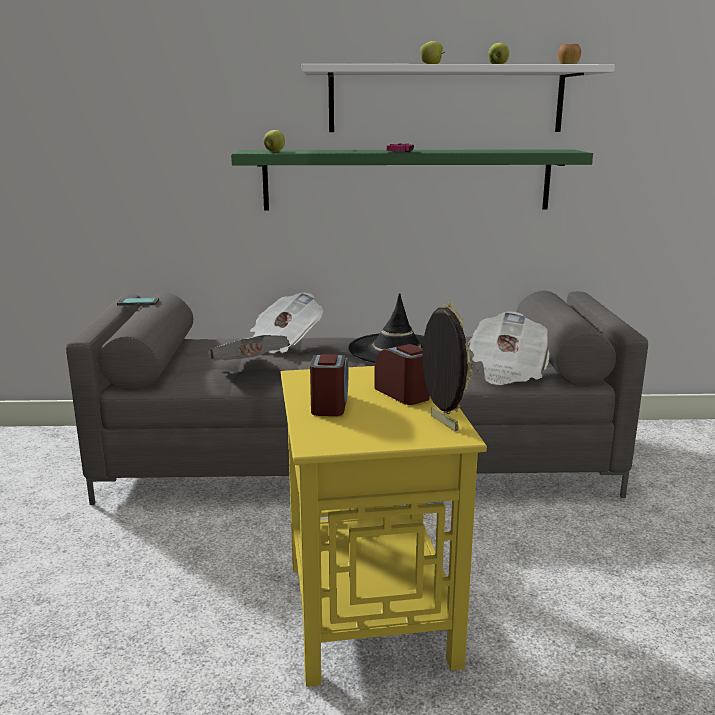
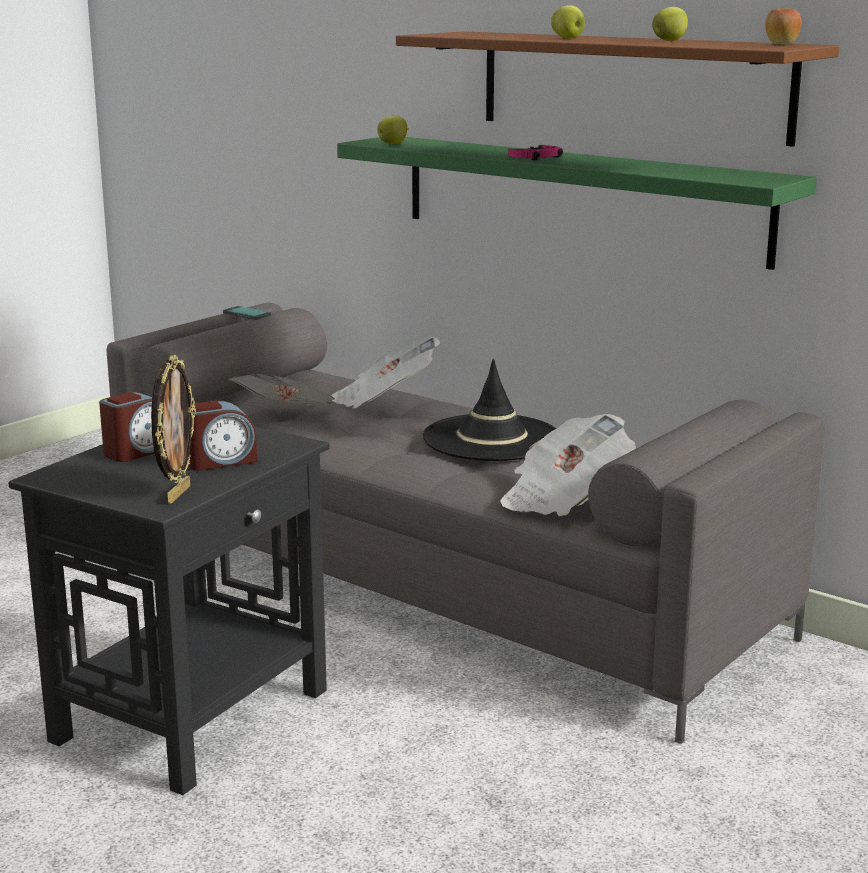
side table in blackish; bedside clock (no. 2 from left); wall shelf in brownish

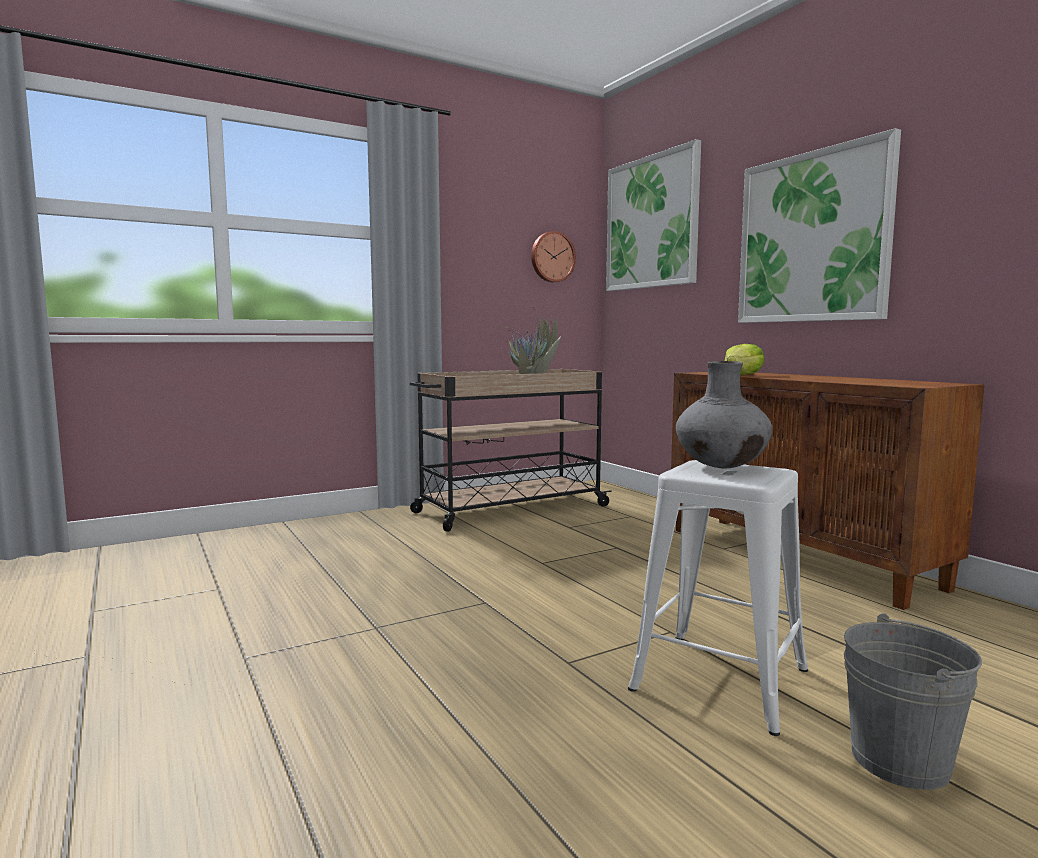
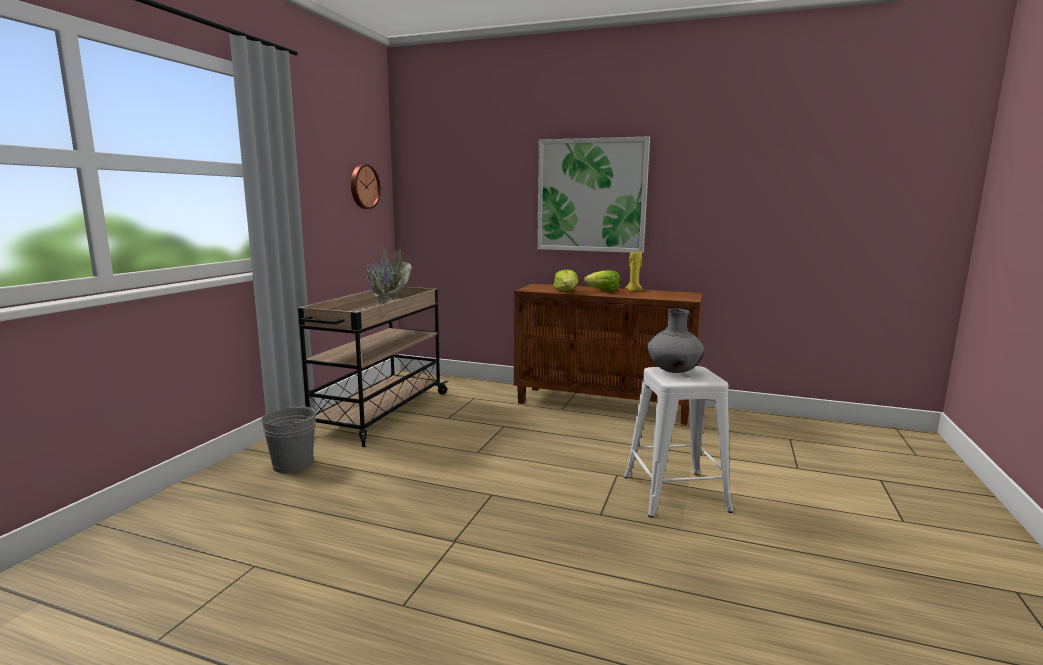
pail in grey; lettuce head (no. 2 from left); candle in yellow-coloured; wall art (no. 1 from left in the first image)

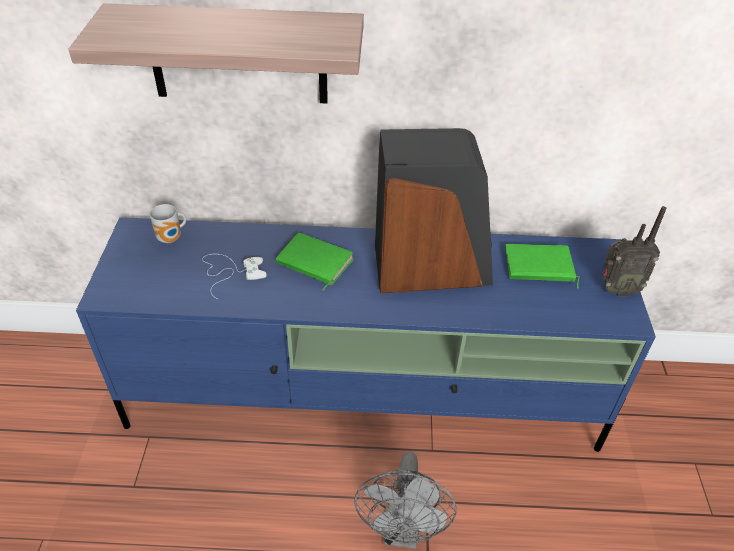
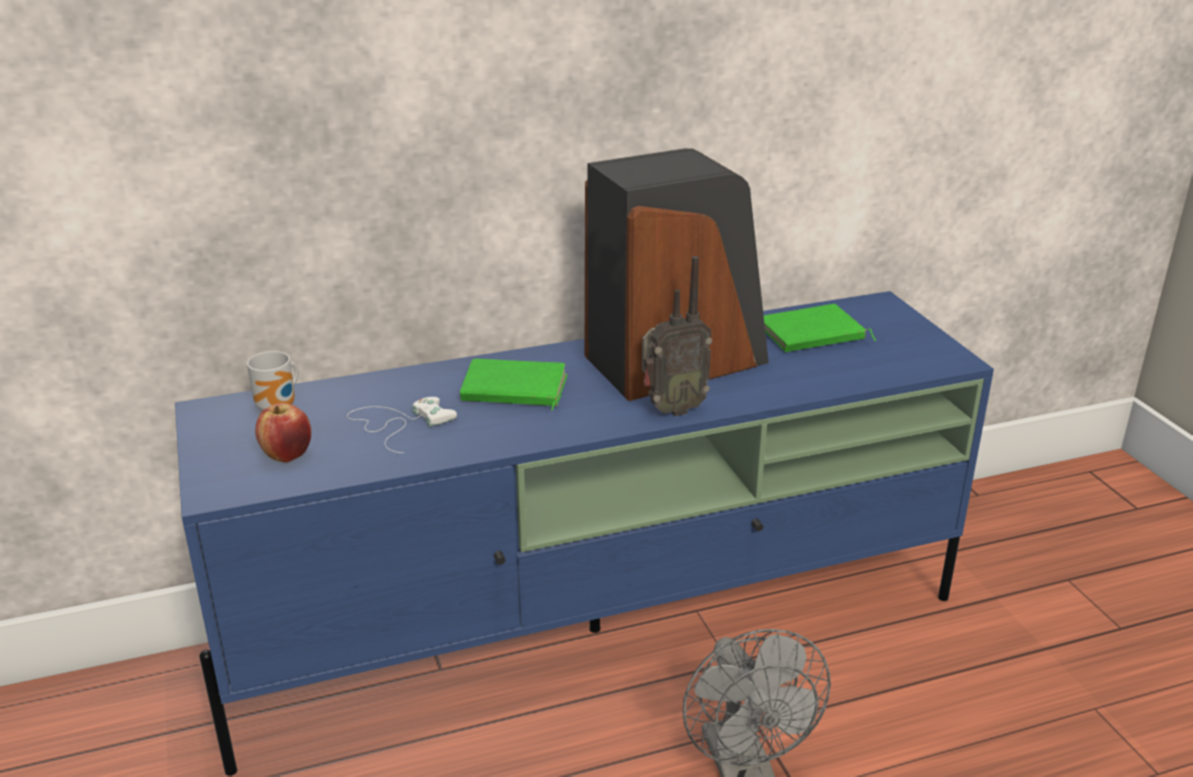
whole apple; radio receiver; wall shelf

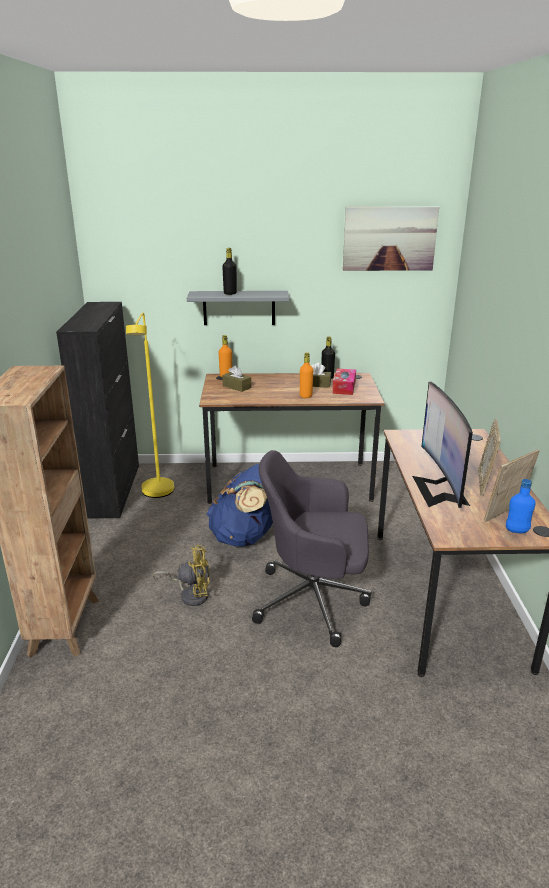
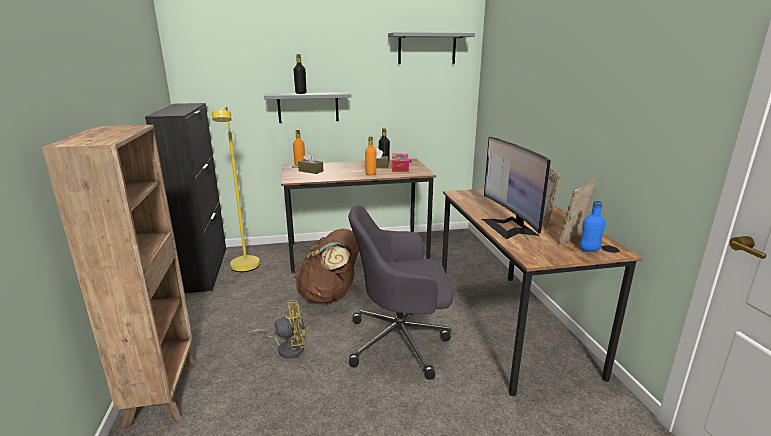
rucksack in brownish; wall shelf in grey (no. 2 from left)

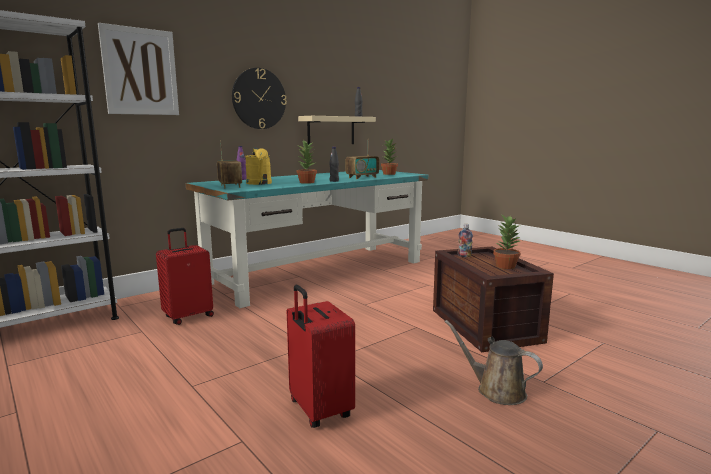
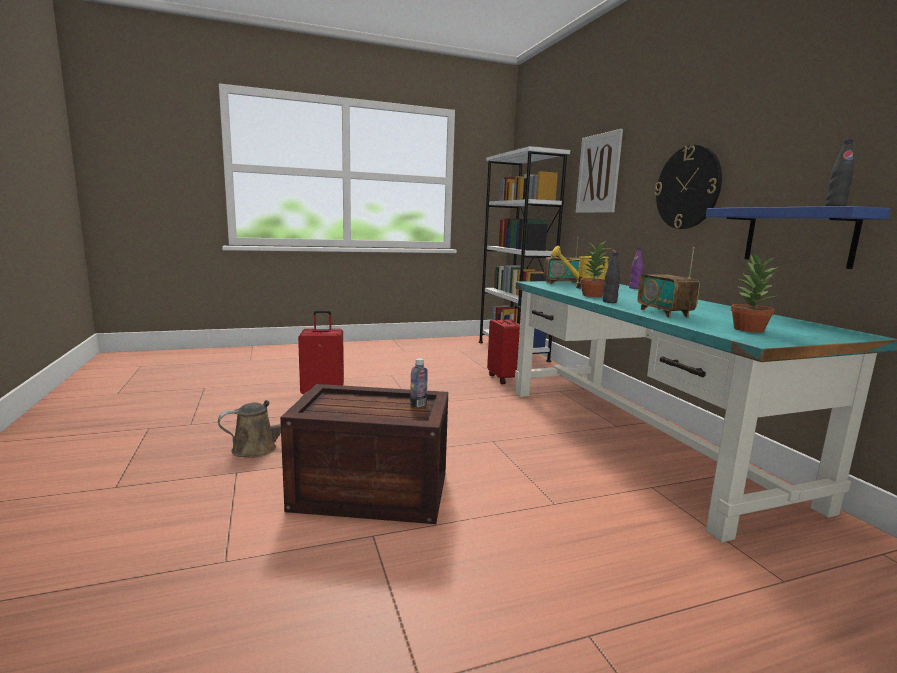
wall shelf in bluish; plant in a pot (no. 3 from left in the first image)

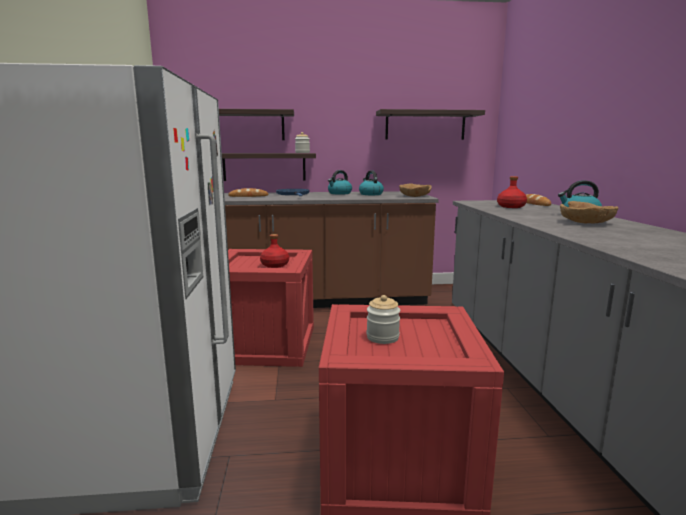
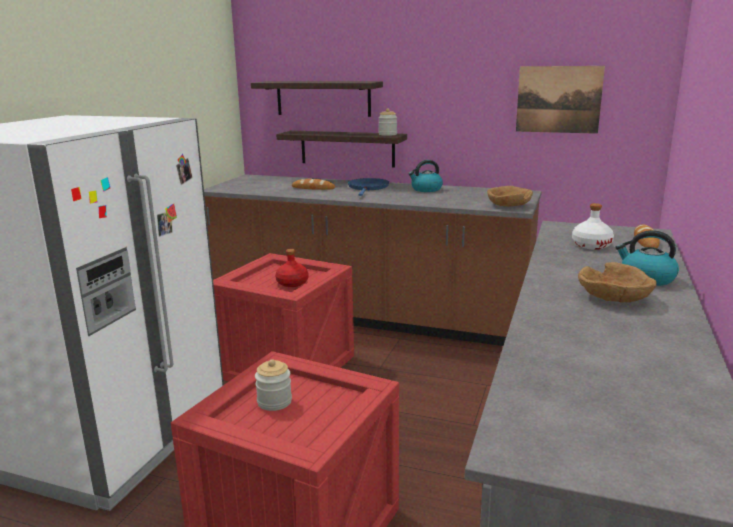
wall art; bottle in whitish; water kettle (no. 2 from left in the first image)

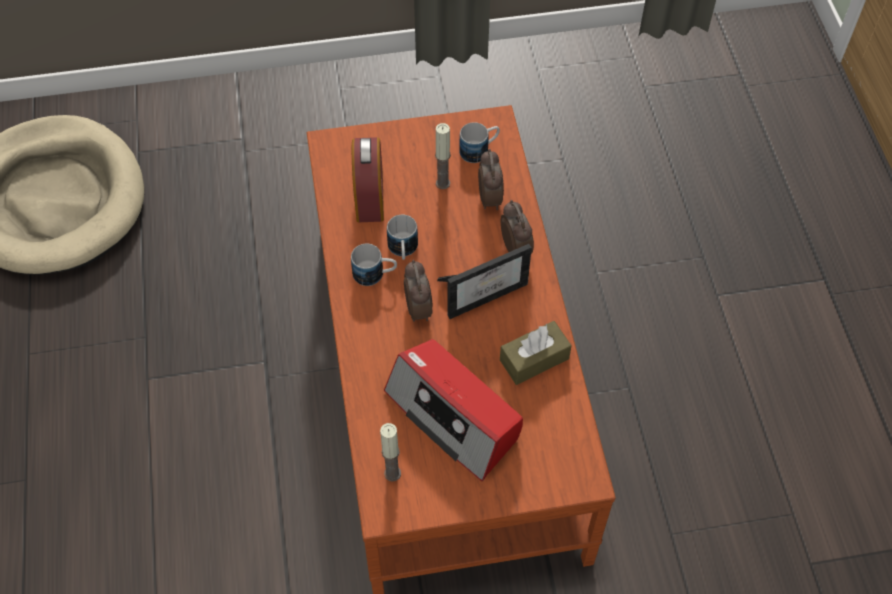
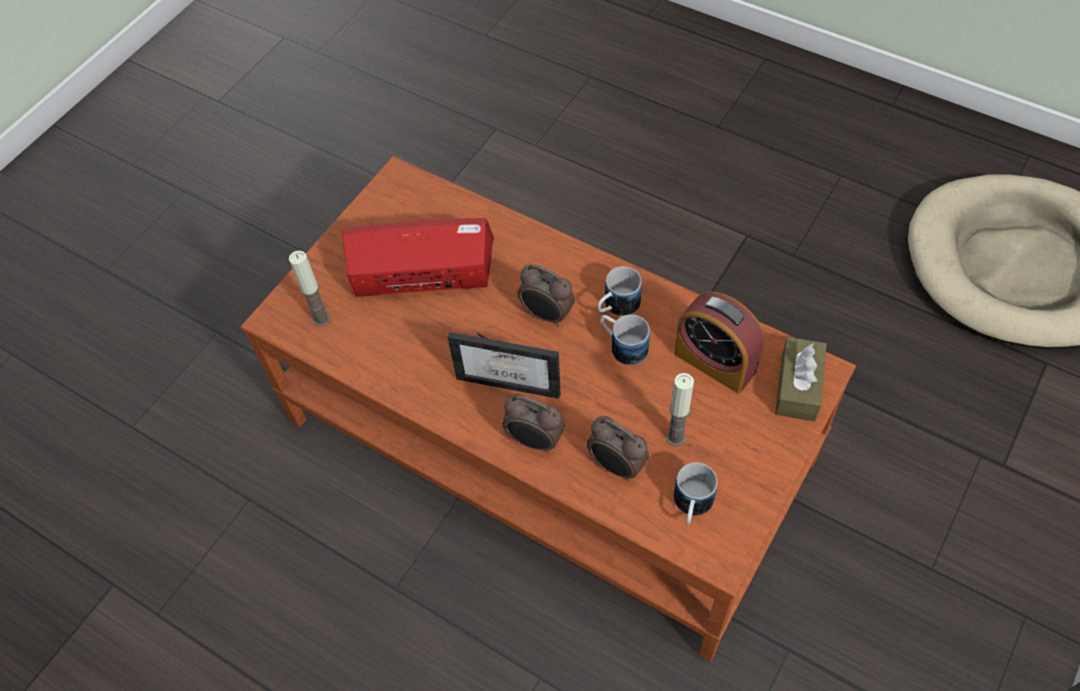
candle (no. 1 from left); photo frame; tissue holder in brownish

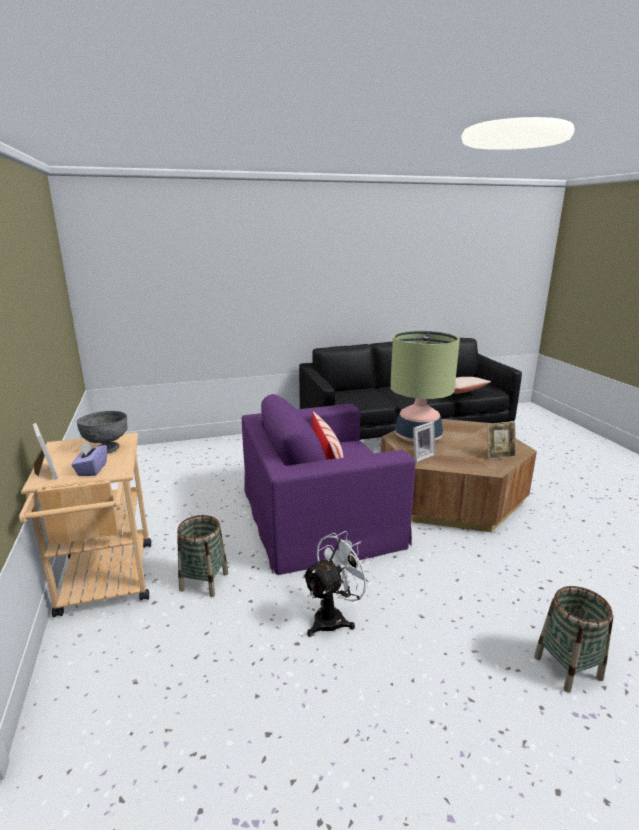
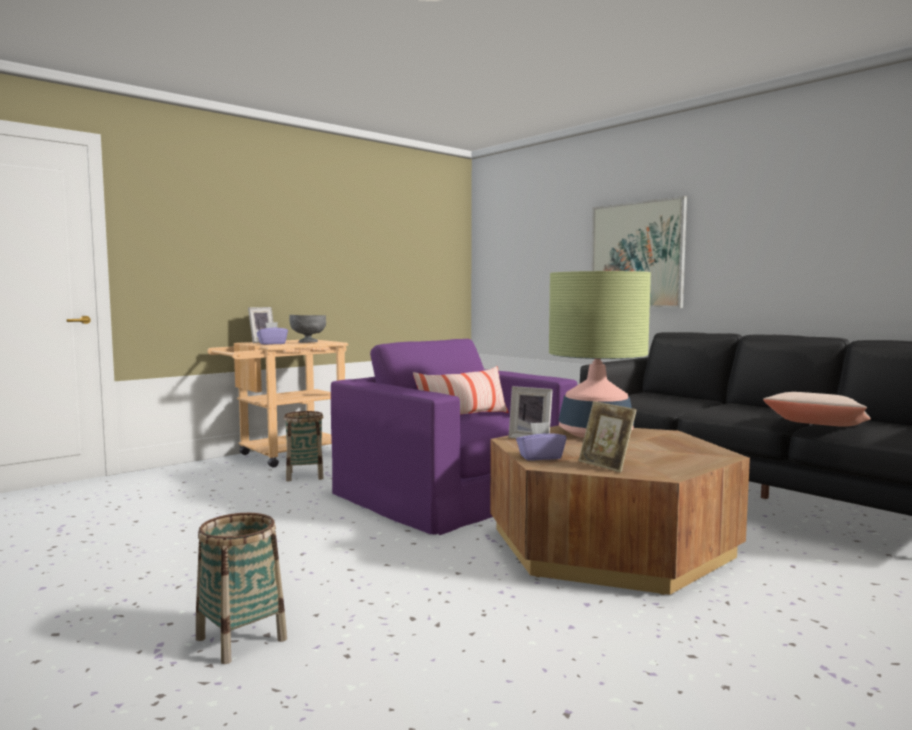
tissue holder in purple (no. 2 from left); wall art; electric fan in whitish

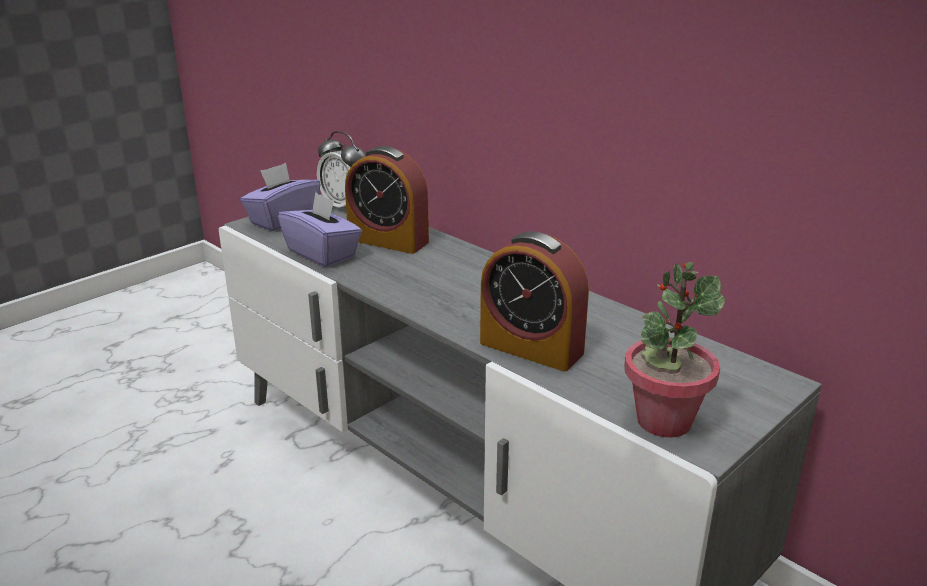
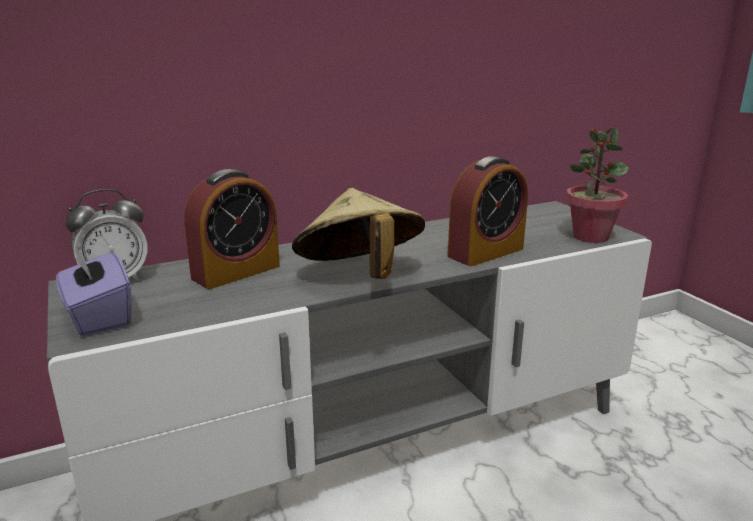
clothing hat in beige-coloured; tissue holder in purple (no. 2 from left in the first image)

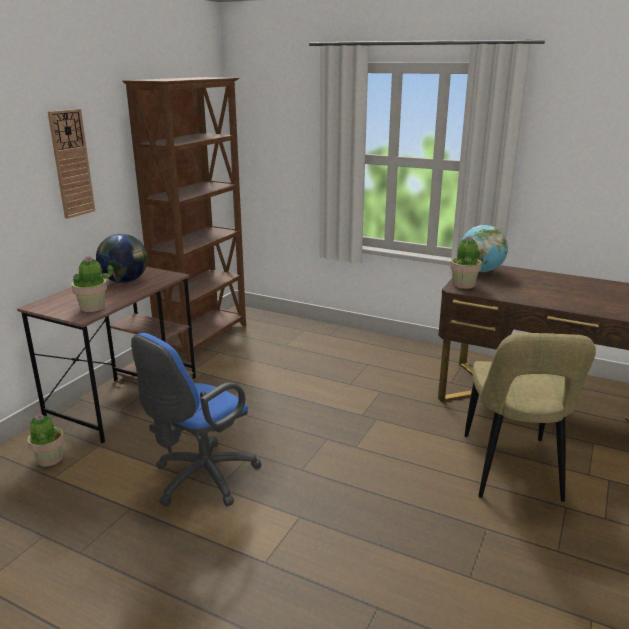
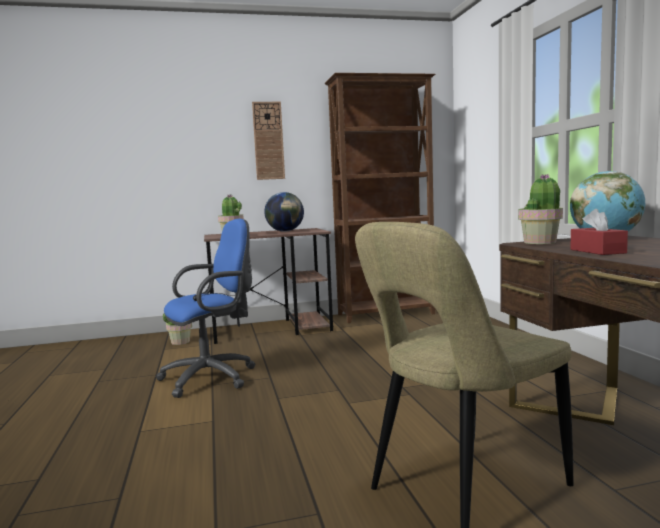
computer chair in bluish; tissue holder in red

